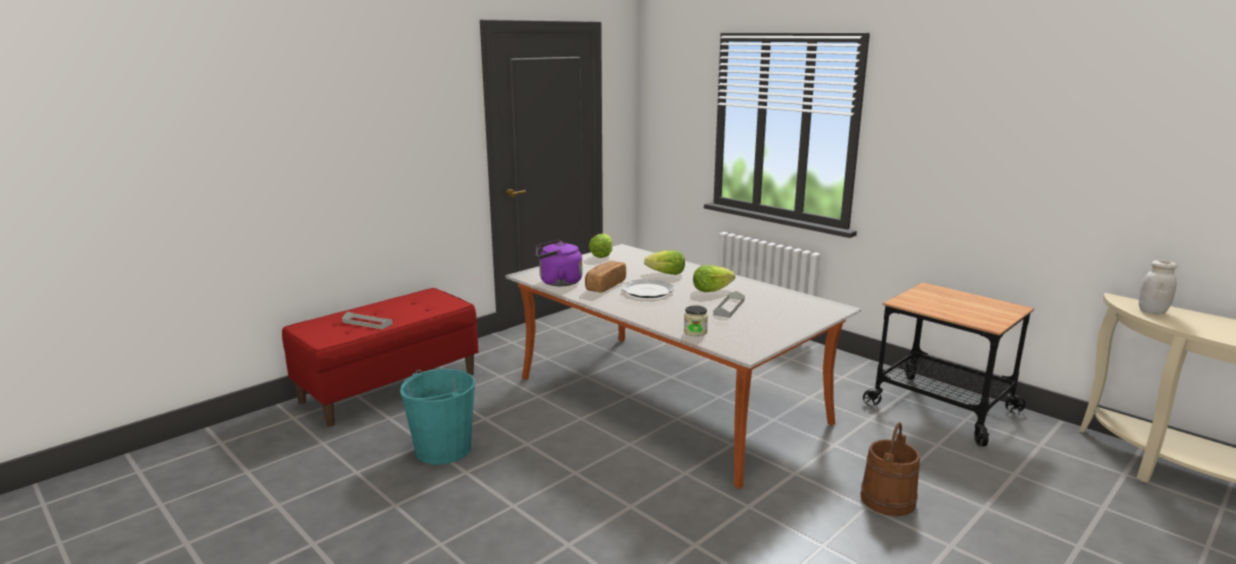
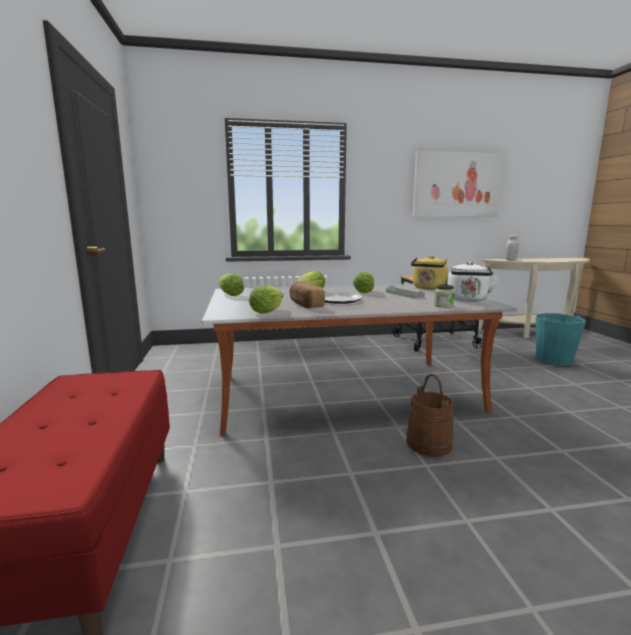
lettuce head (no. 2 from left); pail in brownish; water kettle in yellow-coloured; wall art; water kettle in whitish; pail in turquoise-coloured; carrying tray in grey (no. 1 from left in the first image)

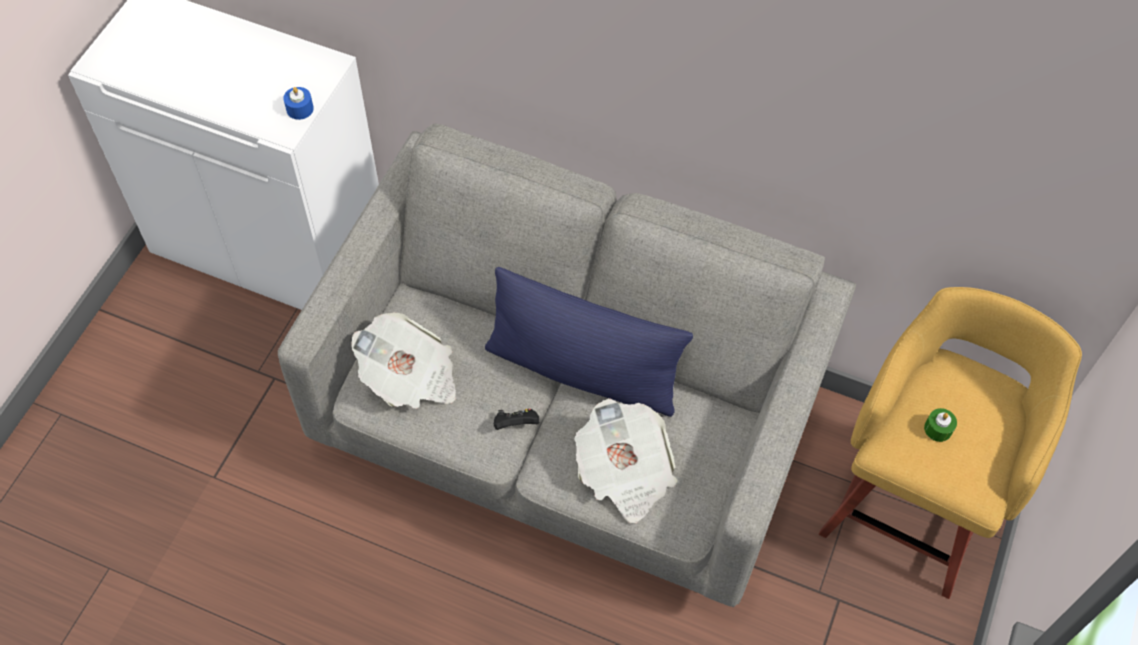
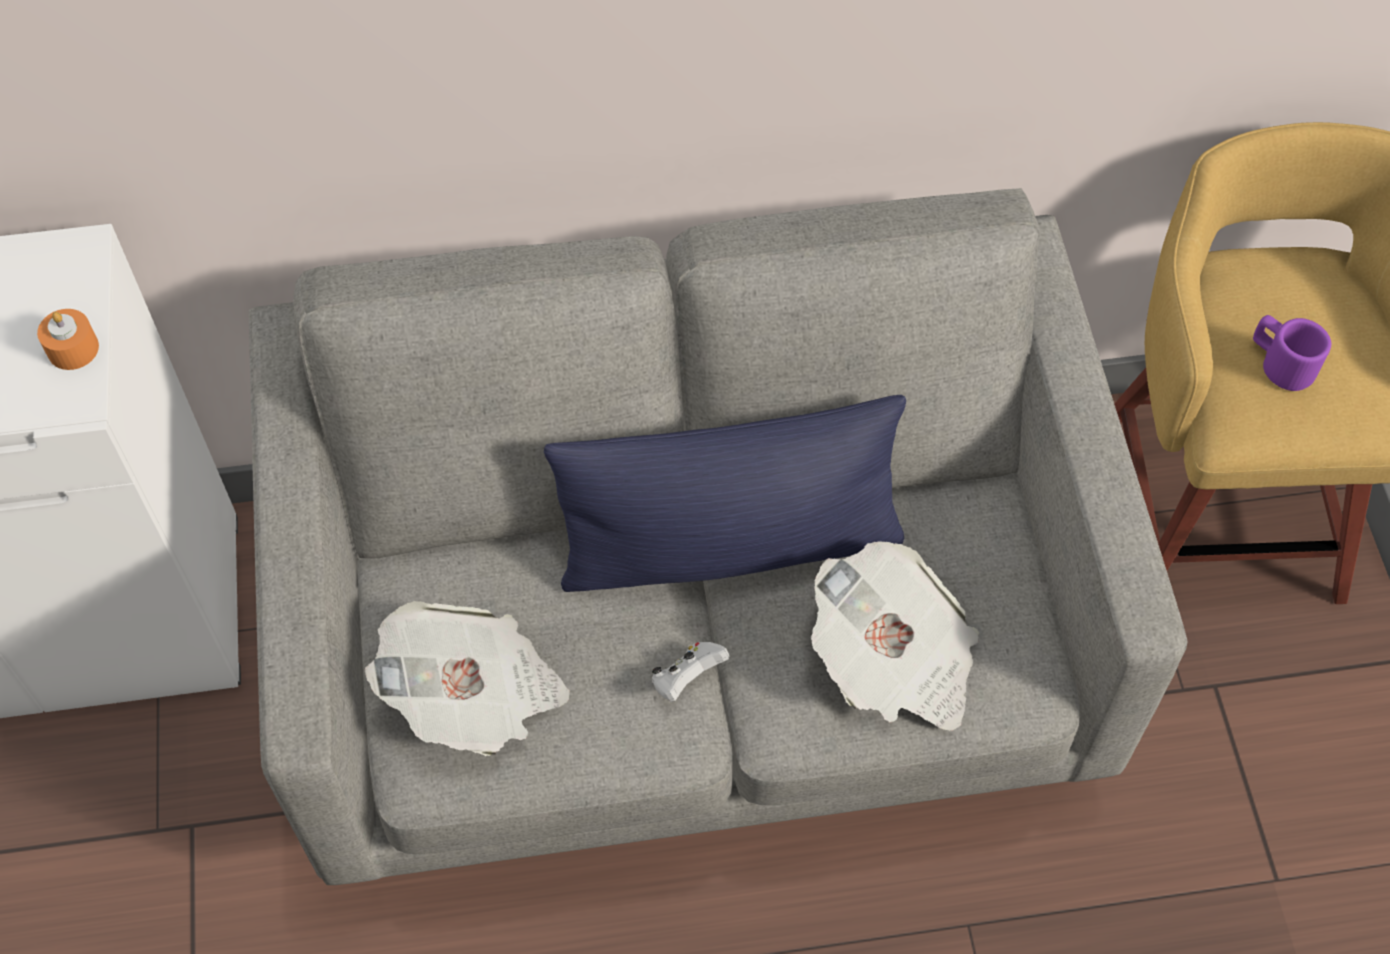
candle in orange-coloured; gamepad in whitish; tea mug in purple

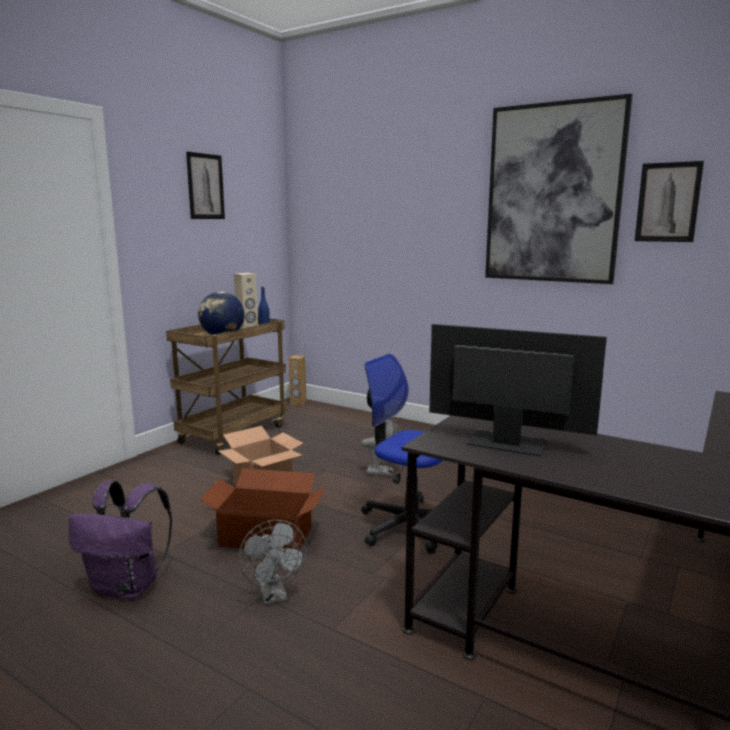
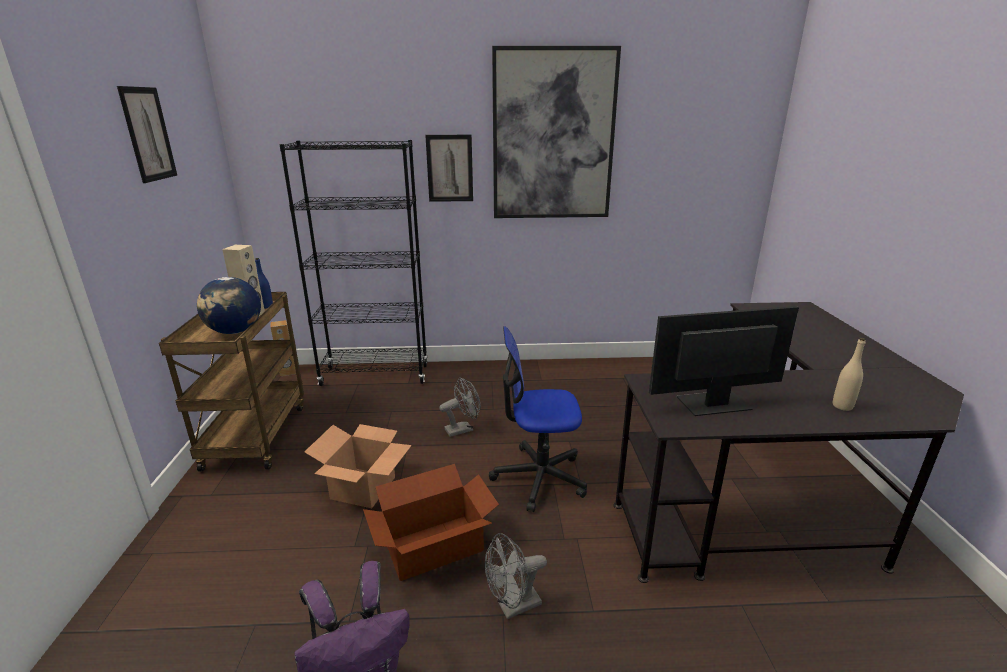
bookcase in blackish; wall art (no. 2 from left); electric fan in grey (no. 2 from left); bottle in beige-coloured

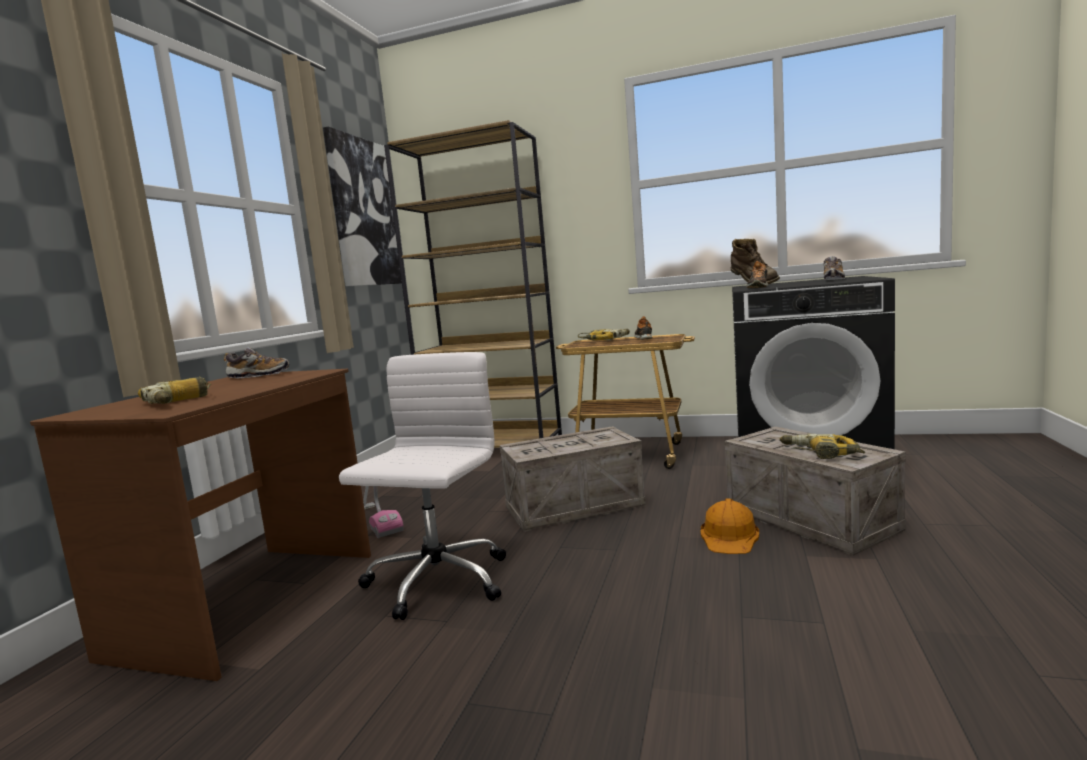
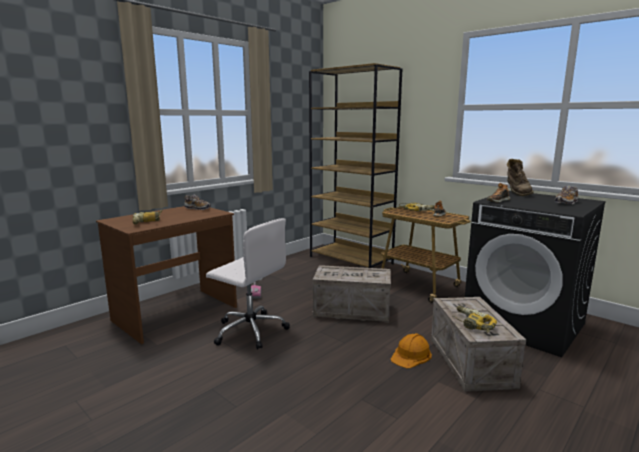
computer chair in whitish; wall art

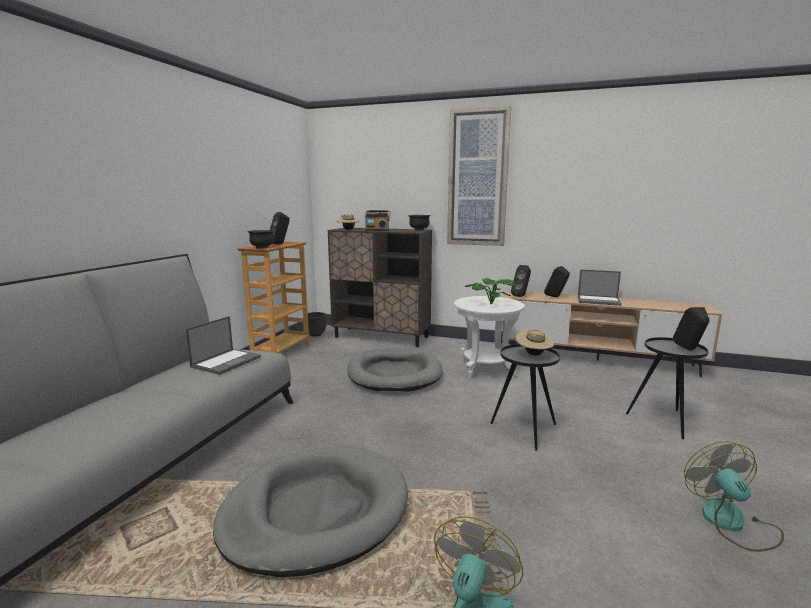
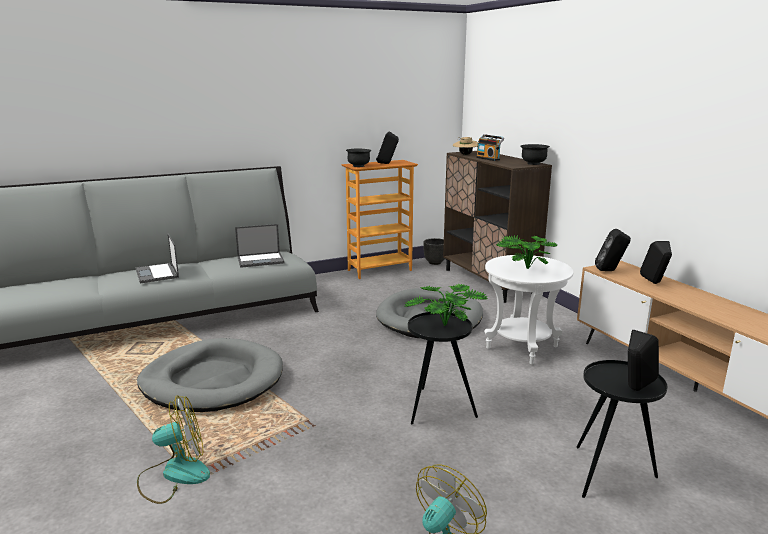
portable computer (no. 1 from left); plant in a pot (no. 1 from left); wall art

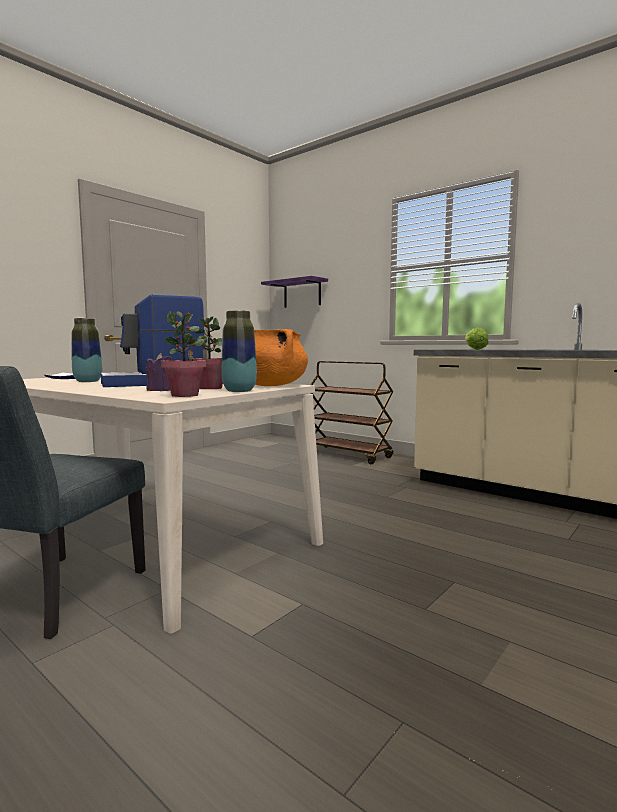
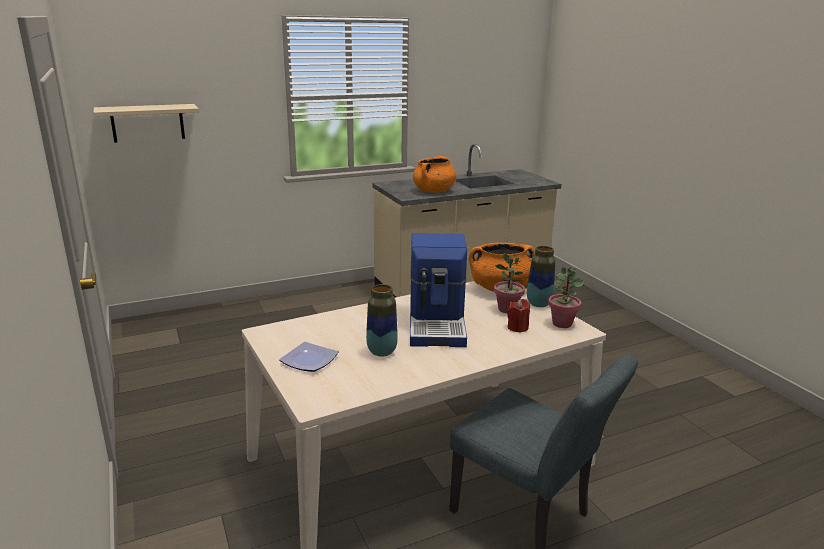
wall shelf in beige-coloured; cooking pot in orange-coloured (no. 1 from left); candle in red; trolley in brownish

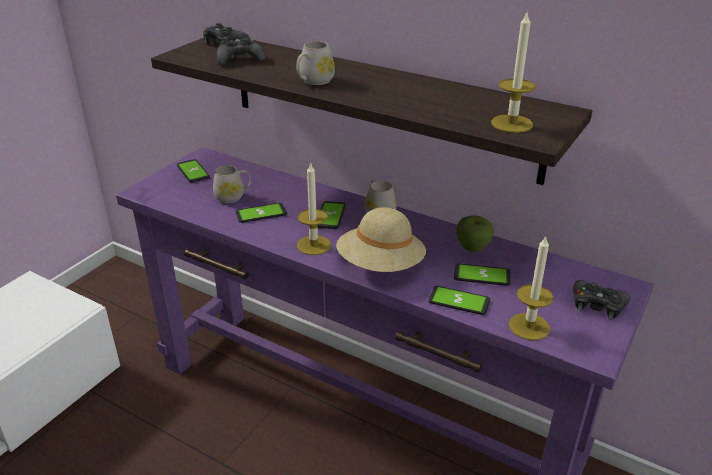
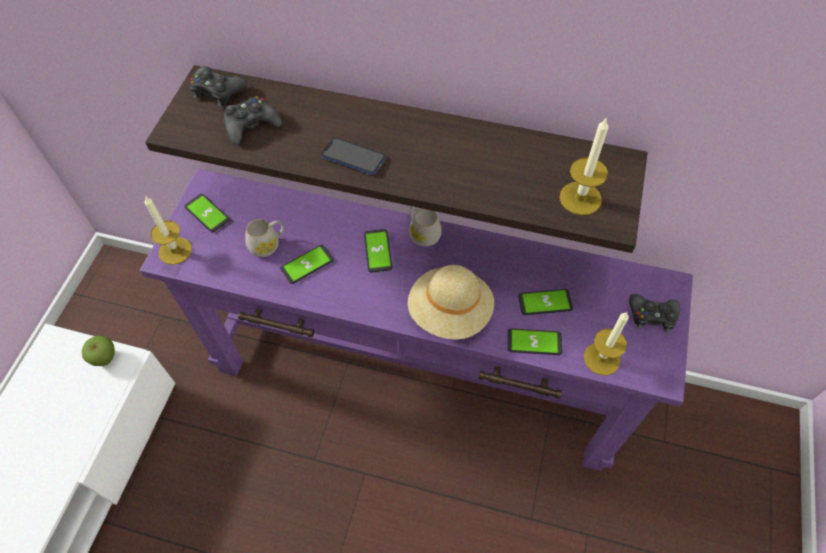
whole apple; candle (no. 1 from left); telephone (no. 3 from left)

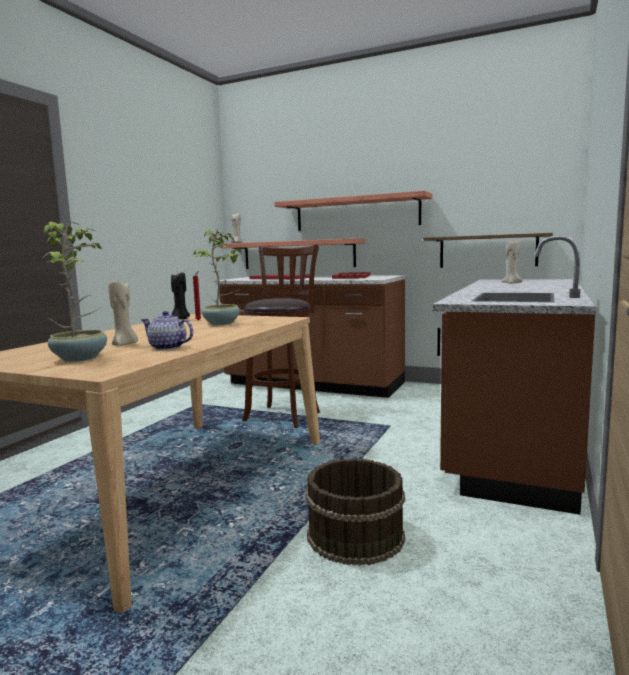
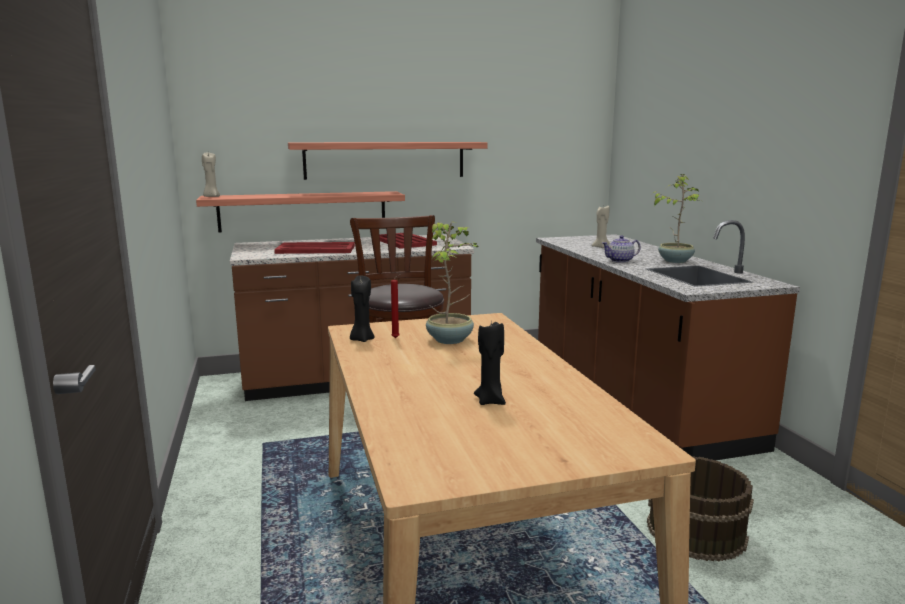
candle in blackish (no. 2 from left); teapot; plant in a pot (no. 2 from left); wall shelf (no. 3 from left in the first image)

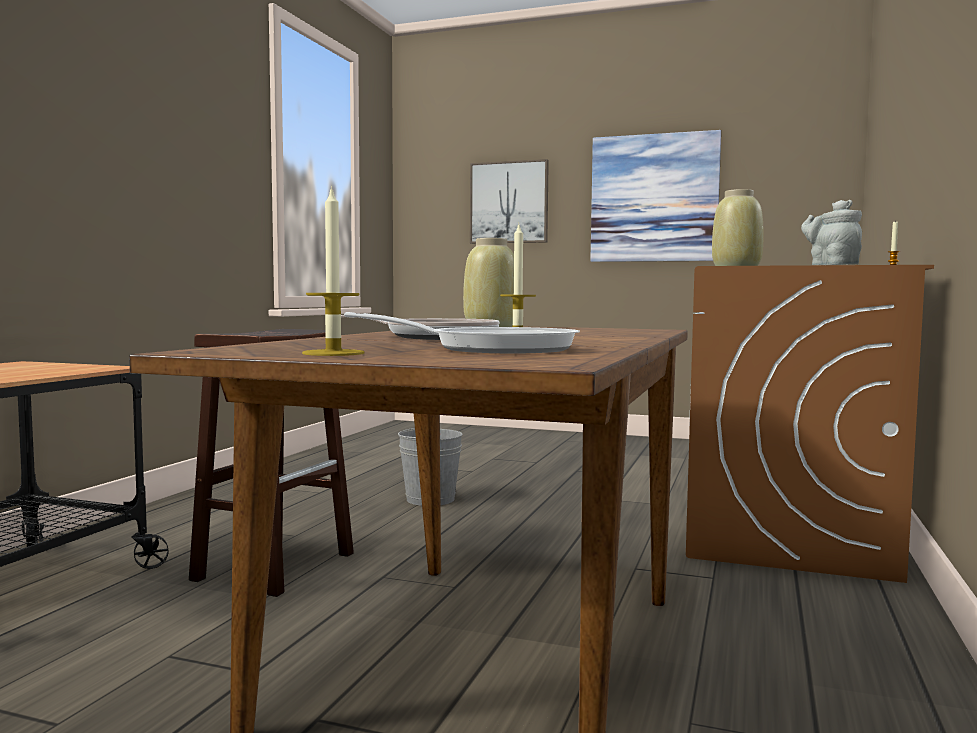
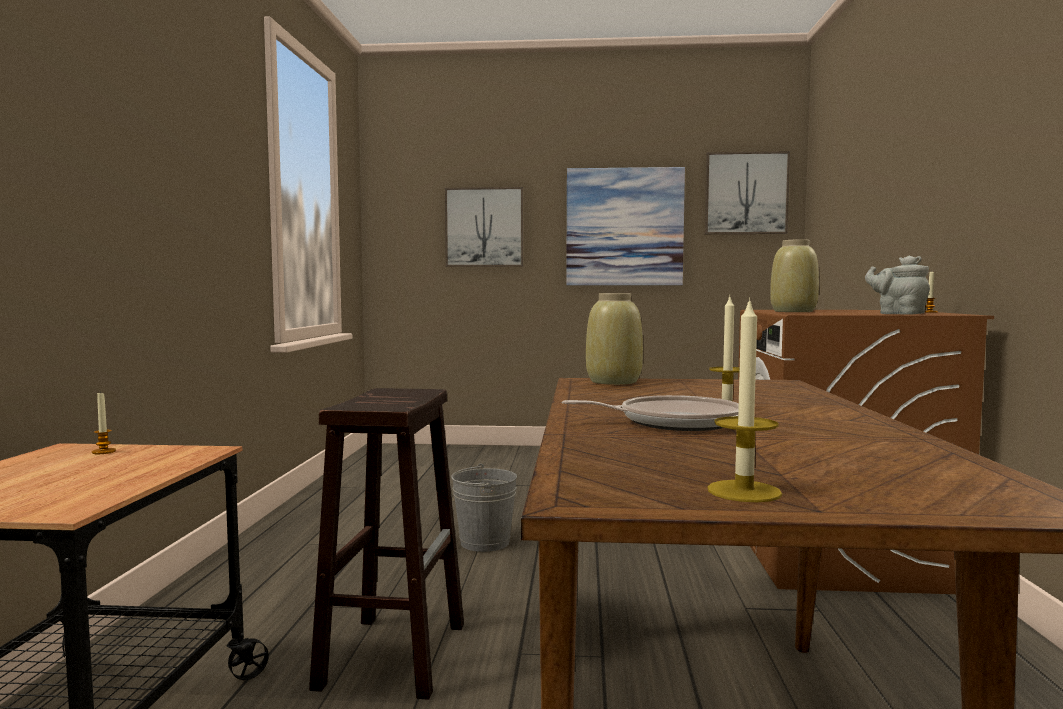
candle (no. 1 from left); wall art (no. 3 from left); skillet (no. 2 from left in the first image)

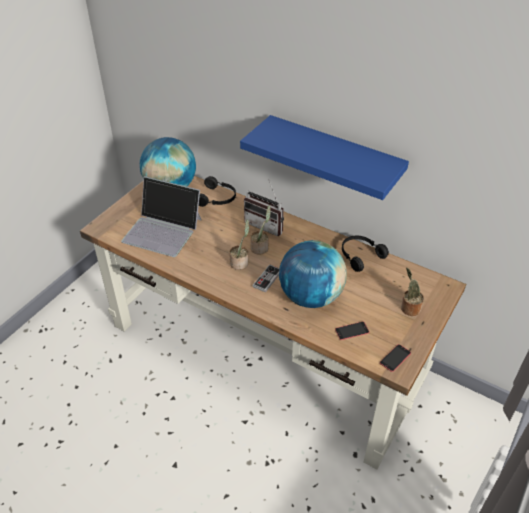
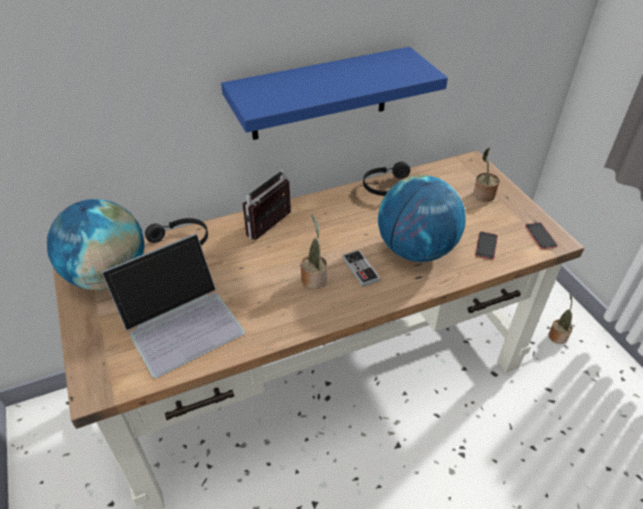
radio receiver; plant in a pot (no. 3 from left)

